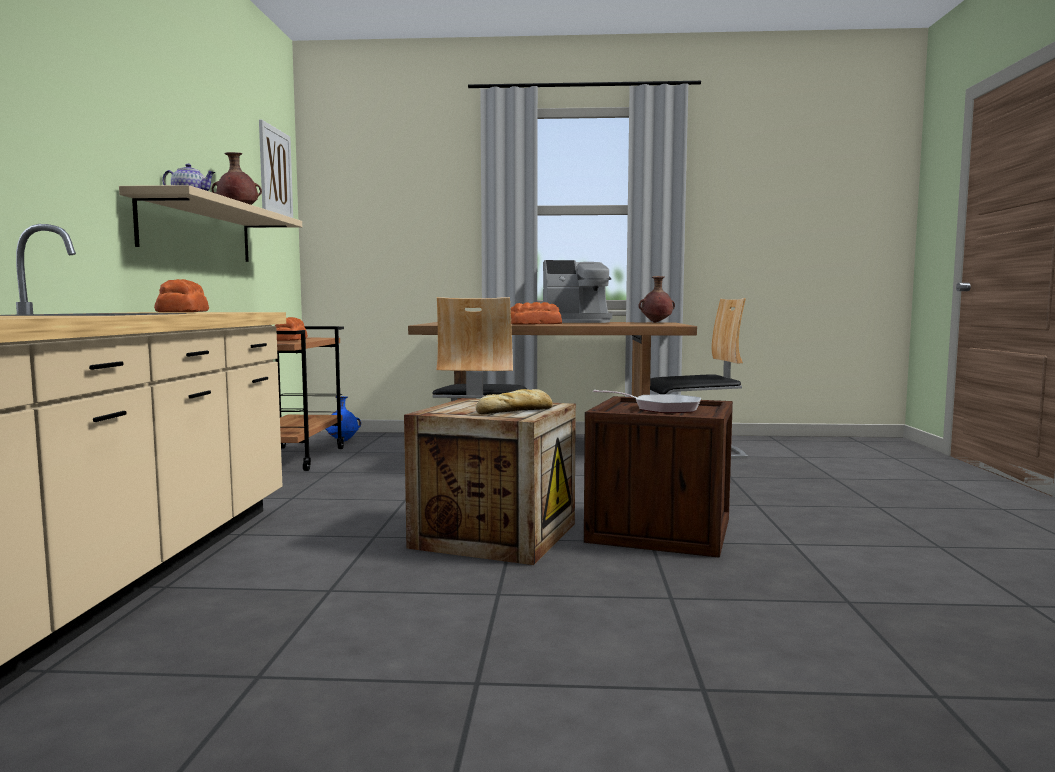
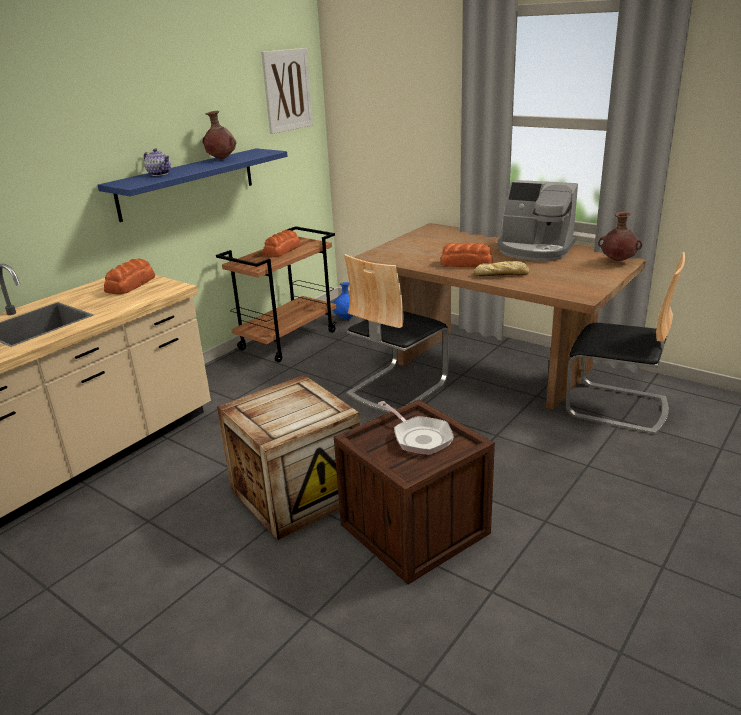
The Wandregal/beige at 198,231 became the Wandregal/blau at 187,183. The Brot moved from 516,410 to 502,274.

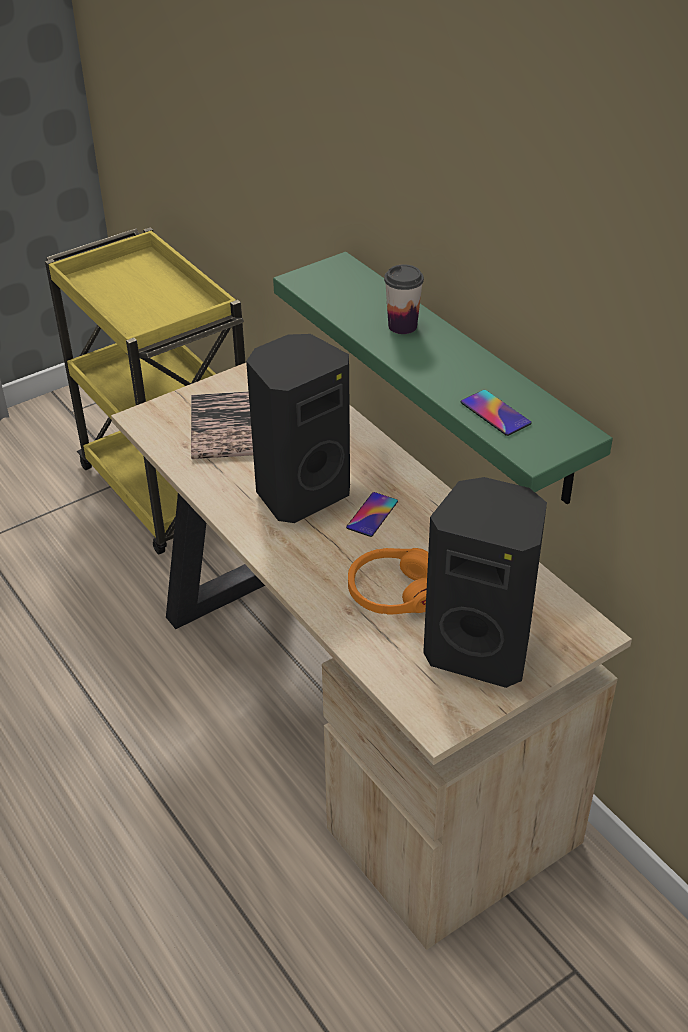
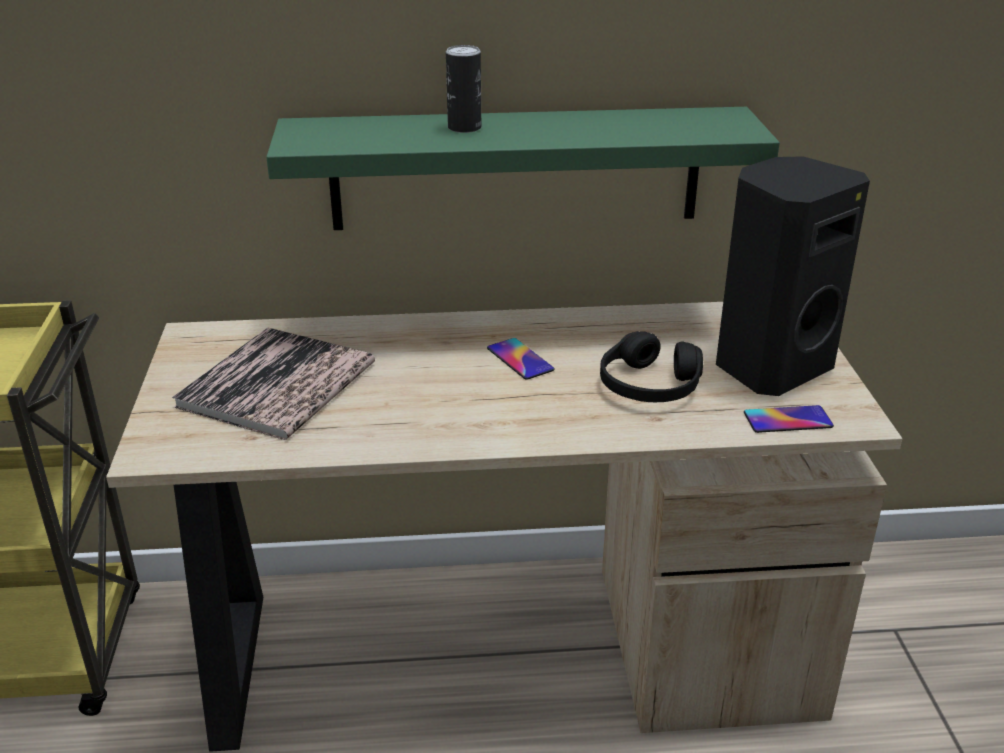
The Tasse at 402,326 was replaced by the Dose at 464,128. The Kopfhörer/orange at 392,592 became the Kopfhörer/schwarz at 649,385. The Handy moved from 495,413 to 787,420. The Lautsprecher/schwarz at 300,493 disappeared.

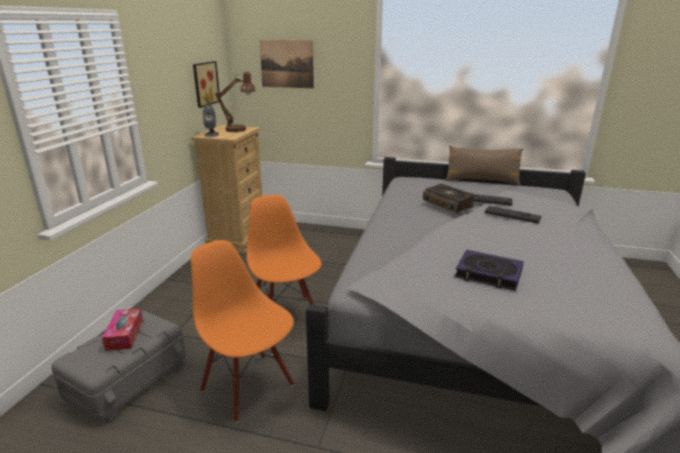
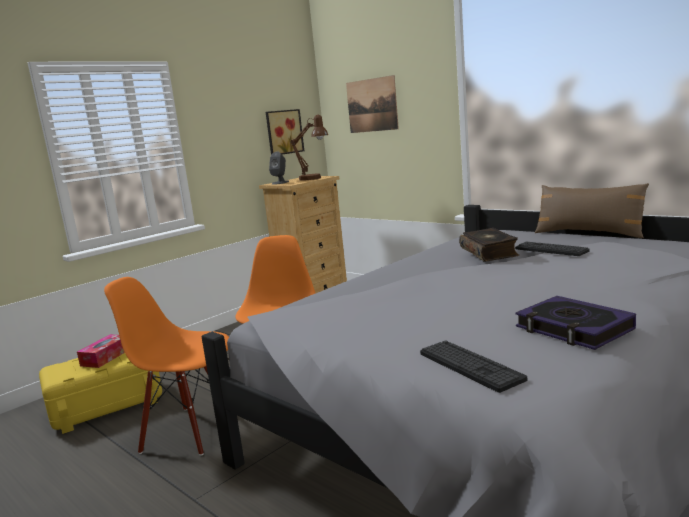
The Aufbewahrungsbox/grau at 128,380 became the Aufbewahrungsbox/gelb at 106,405. The Stuhl/orange at 248,386 turned 60 degrees counterclockwise. The Tastatur moved from 512,215 to 470,366. The Buch moved from 488,274 to 573,329.

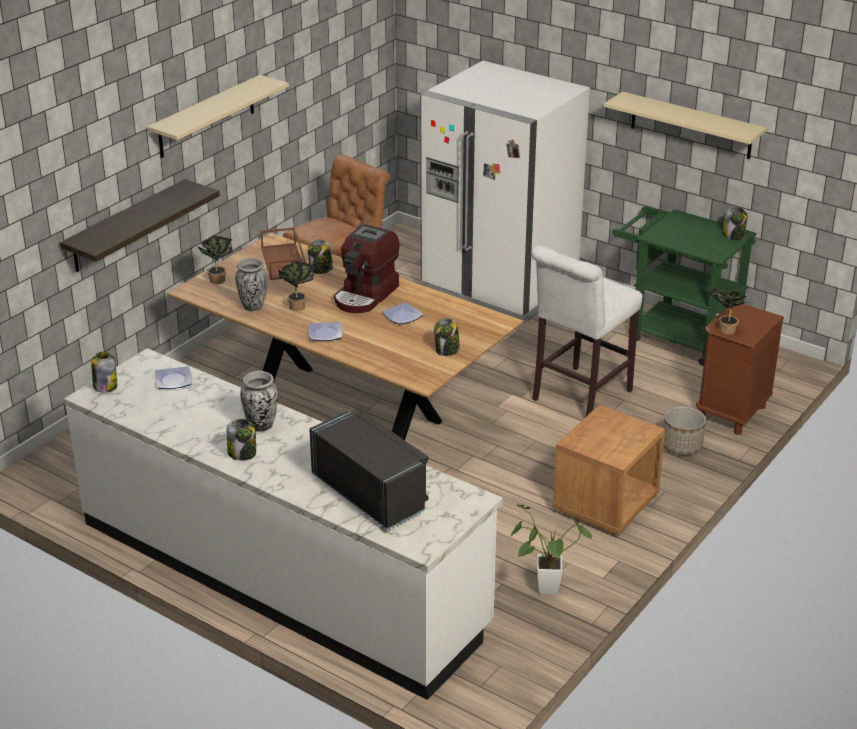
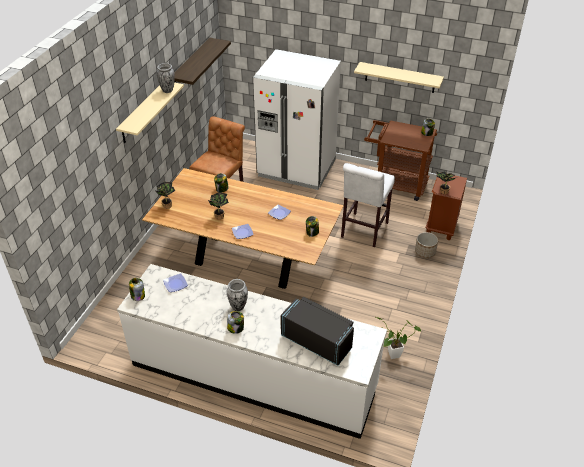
The Vase moved from 253,306 to 167,90. The Wandregal moved from 126,226 to 191,65. The Rollwagen/grün at 675,335 became the Rollwagen/braun at 395,184. The Tablett/braun at 284,262 disappeared. The Kaffeemaschine at 366,295 disappeared. The Nachttisch/braun at 605,505 disappeared.

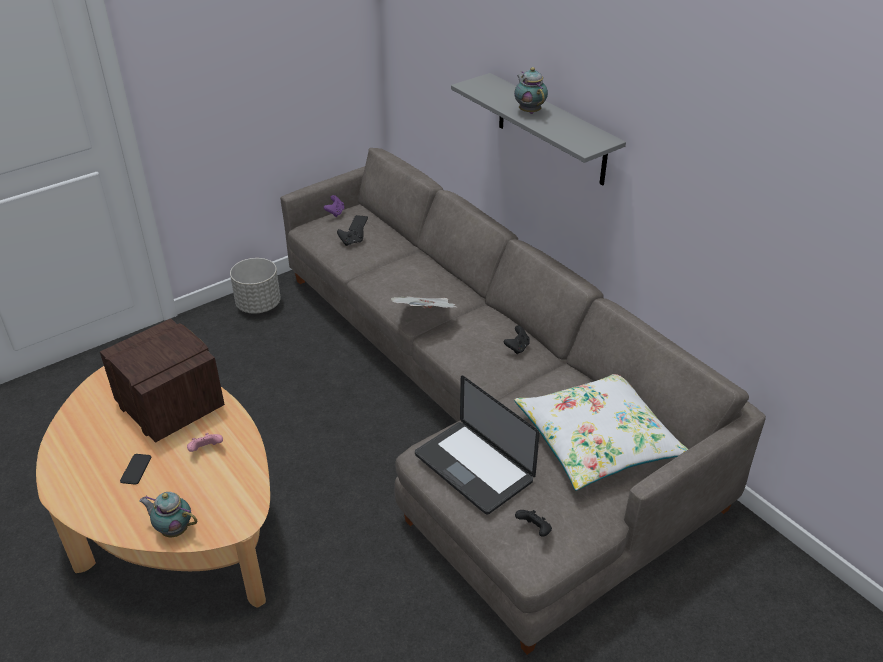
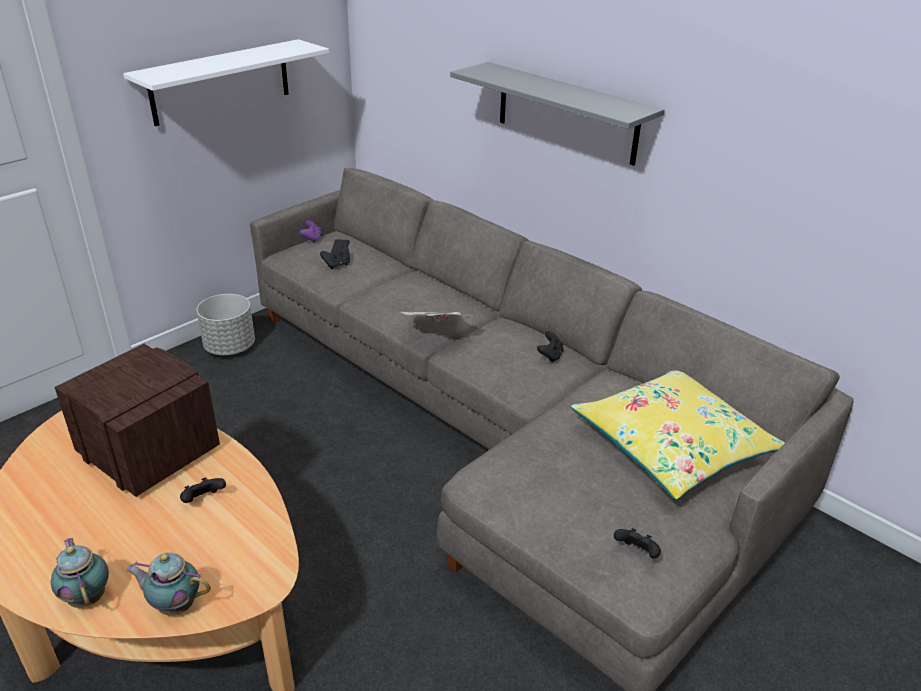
The Teekanne moved from 529,111 to 87,596. The Wandregal/weiß at 221,82 appeared. The Gamepad/rosa at 206,450 became the Gamepad/schwarz at 204,500. The Kissen/weiß at 598,440 became the Kissen/gelb at 672,444. The Handy at 136,469 disappeared. The Laptop at 473,468 disappeared.

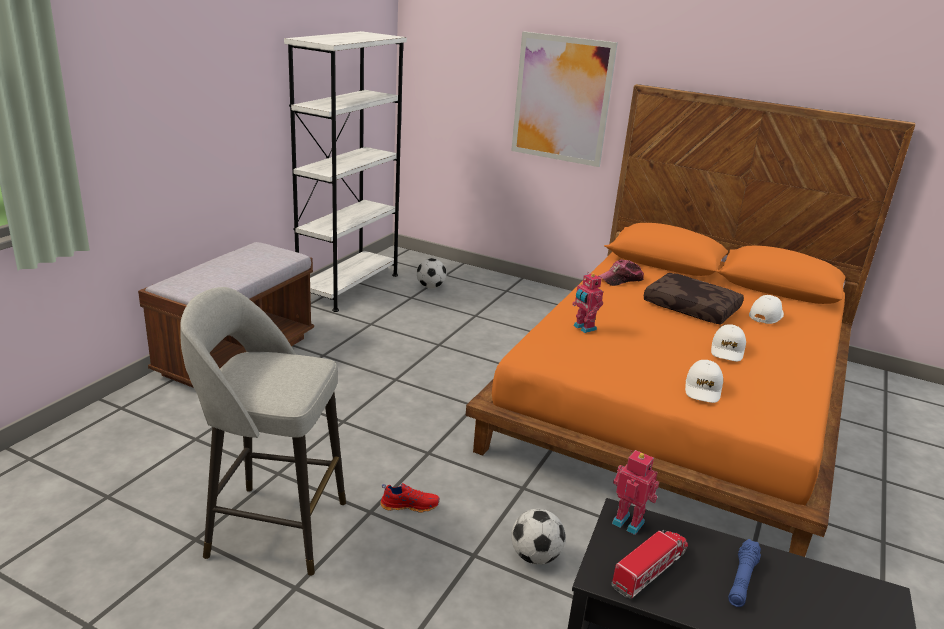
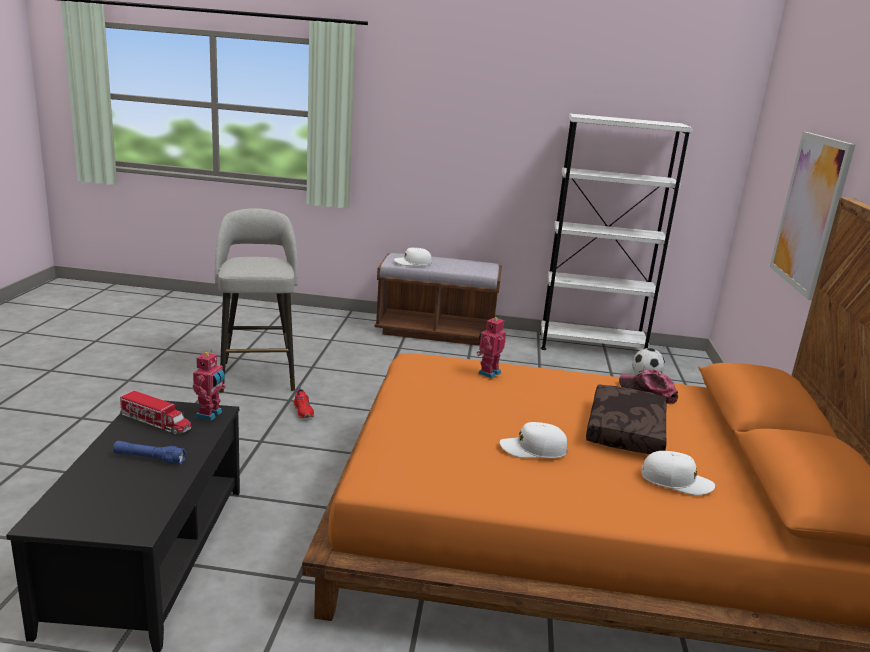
The Kappe/weiß moved from 703,389 to 413,263. The Fußball at 535,556 disappeared.

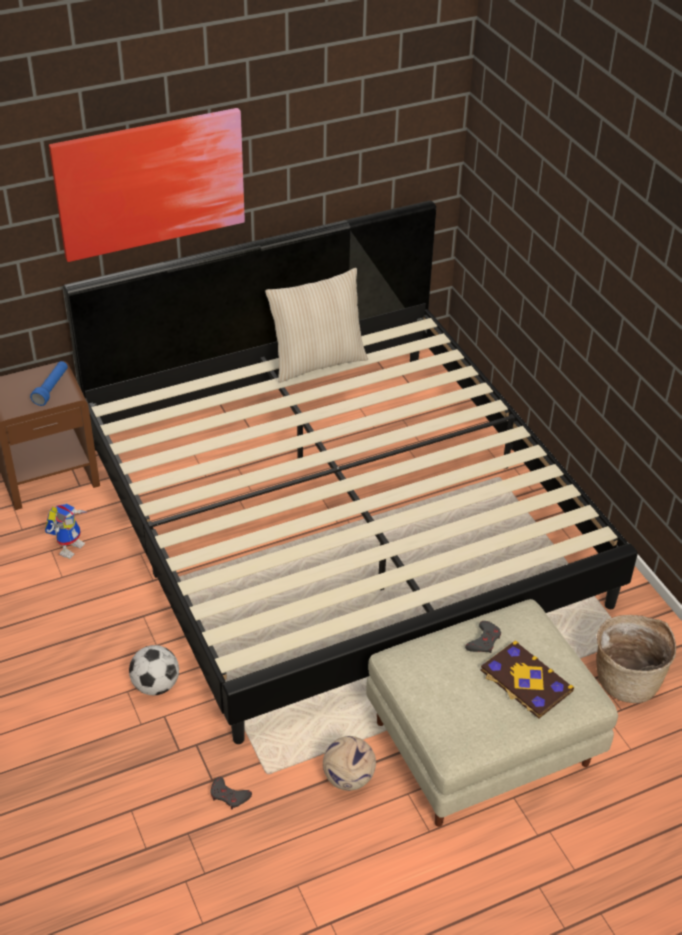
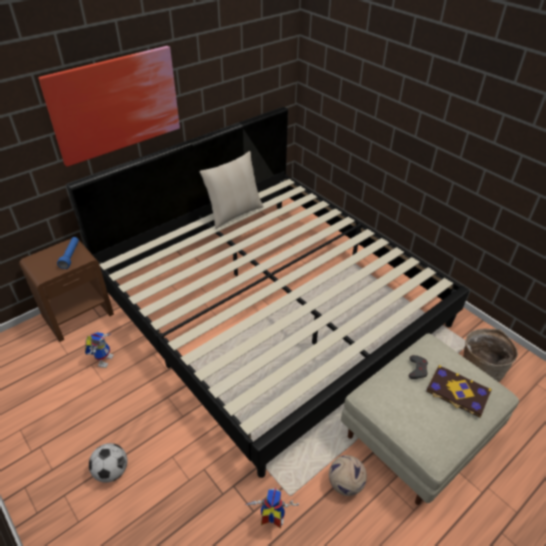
The Fußball moved from 156,685 to 112,471. The Gamepad/grau at 229,796 was replaced by the Spielzeugroboter at 270,521.

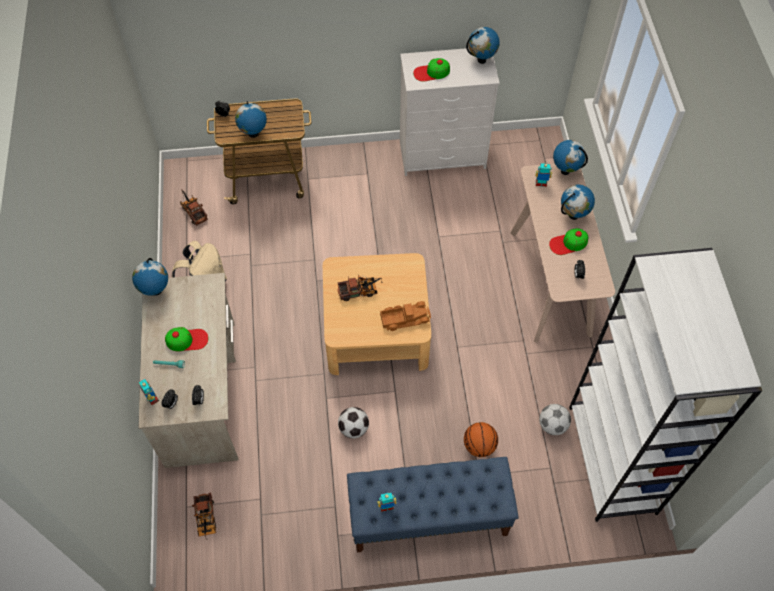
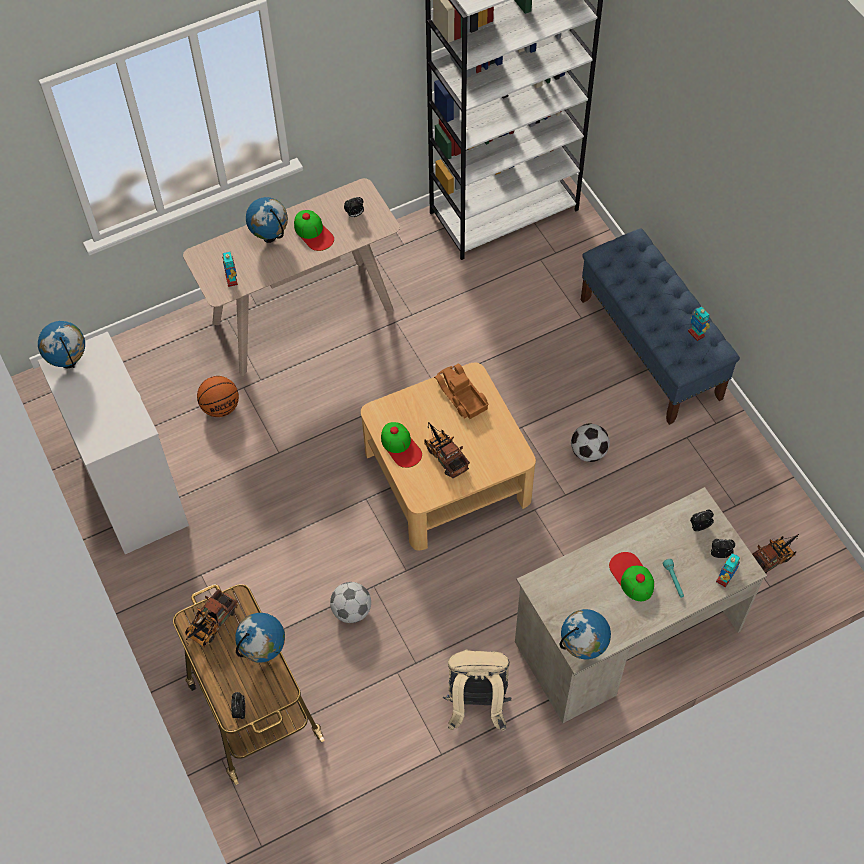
The Spielzeuglaster moved from 193,211 to 210,625. The Basketball moved from 479,446 to 220,407. The Fußball moved from 552,425 to 351,610. The Kappe moved from 431,72 to 401,446. The Globus at 565,170 disappeared.

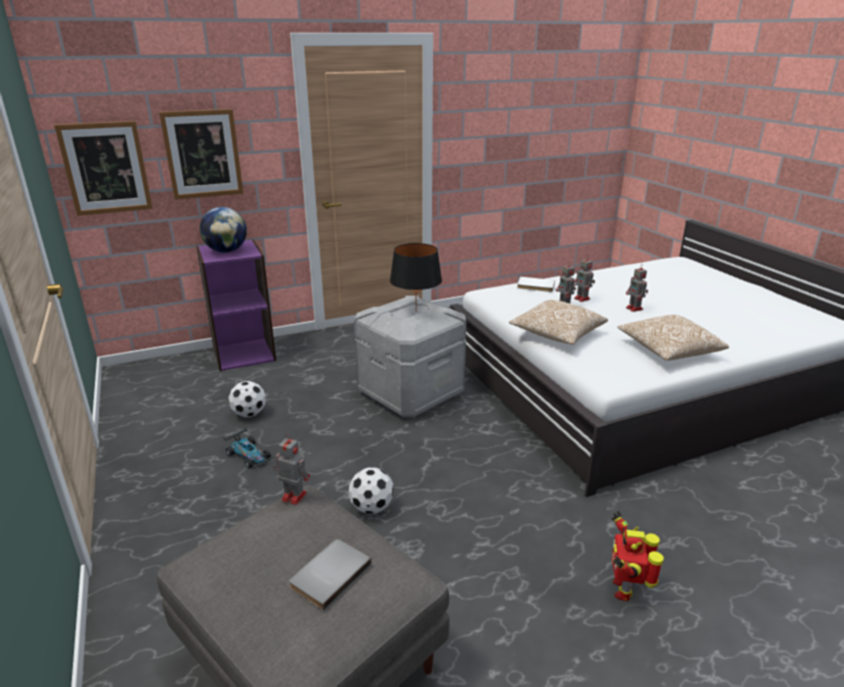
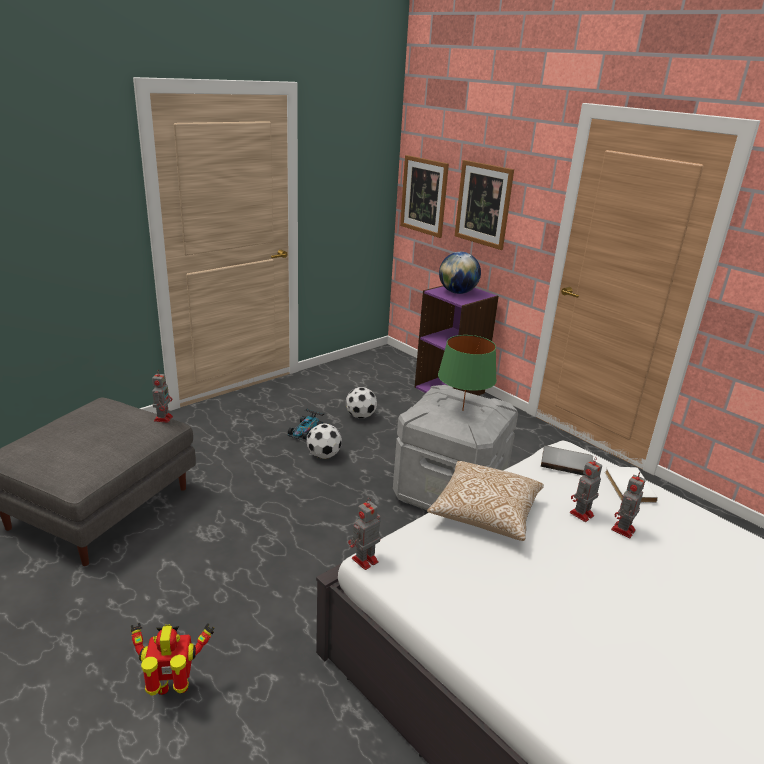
The Fußball moved from 371,507 to 324,455. The Spielzeugroboter moved from 635,309 to 364,561. The Tischlampe/schwarz at 416,311 became the Tischlampe/grün at 462,410. The Buch/grau moved from 328,574 to 566,462. The Kissen at 668,350 disappeared.

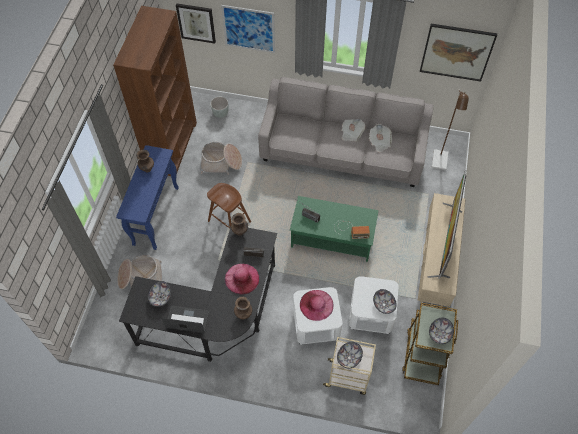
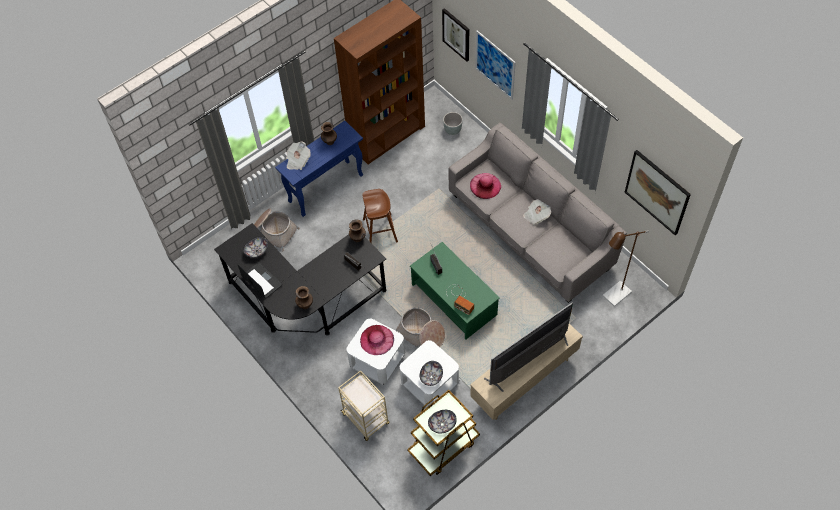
The Zeitung moved from 379,142 to 297,160. The Korb moved from 221,163 to 421,334. The Hut/rosa moved from 242,278 to 485,185. The Schüssel at 348,357 disappeared.

